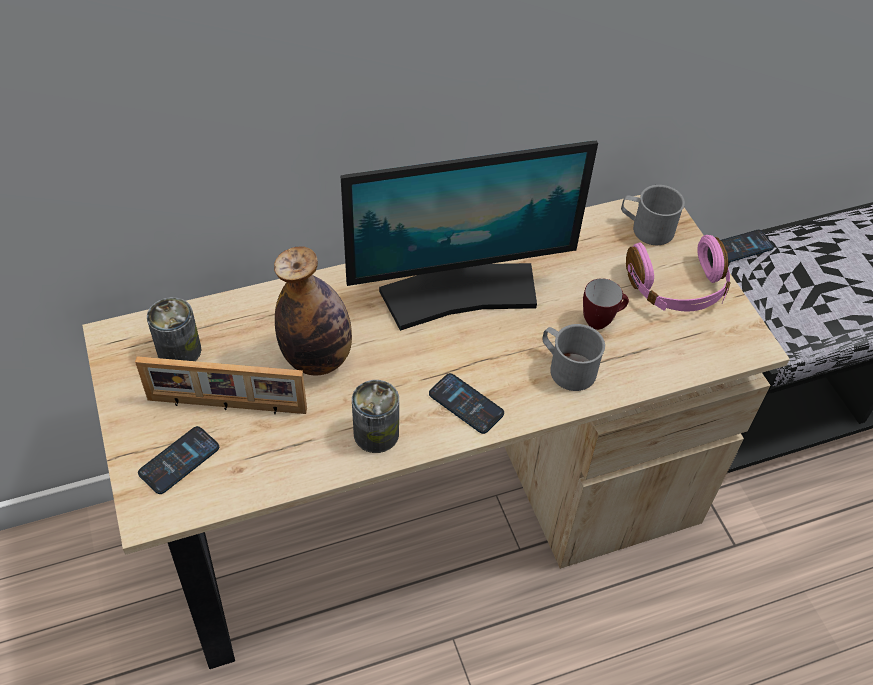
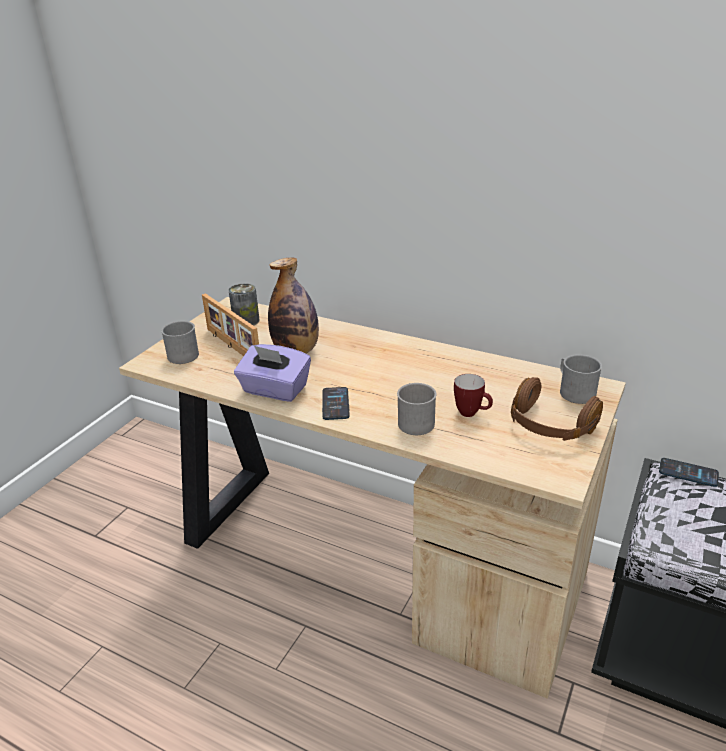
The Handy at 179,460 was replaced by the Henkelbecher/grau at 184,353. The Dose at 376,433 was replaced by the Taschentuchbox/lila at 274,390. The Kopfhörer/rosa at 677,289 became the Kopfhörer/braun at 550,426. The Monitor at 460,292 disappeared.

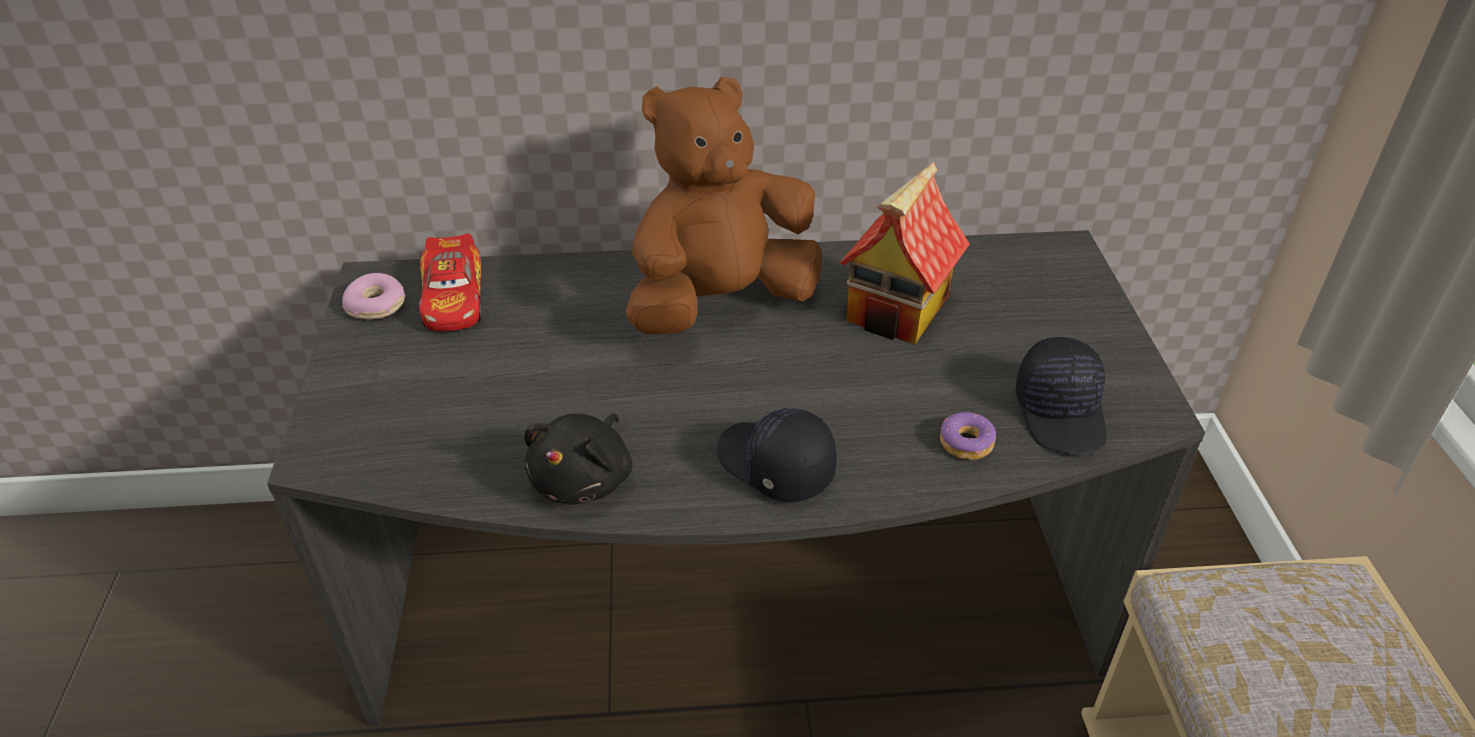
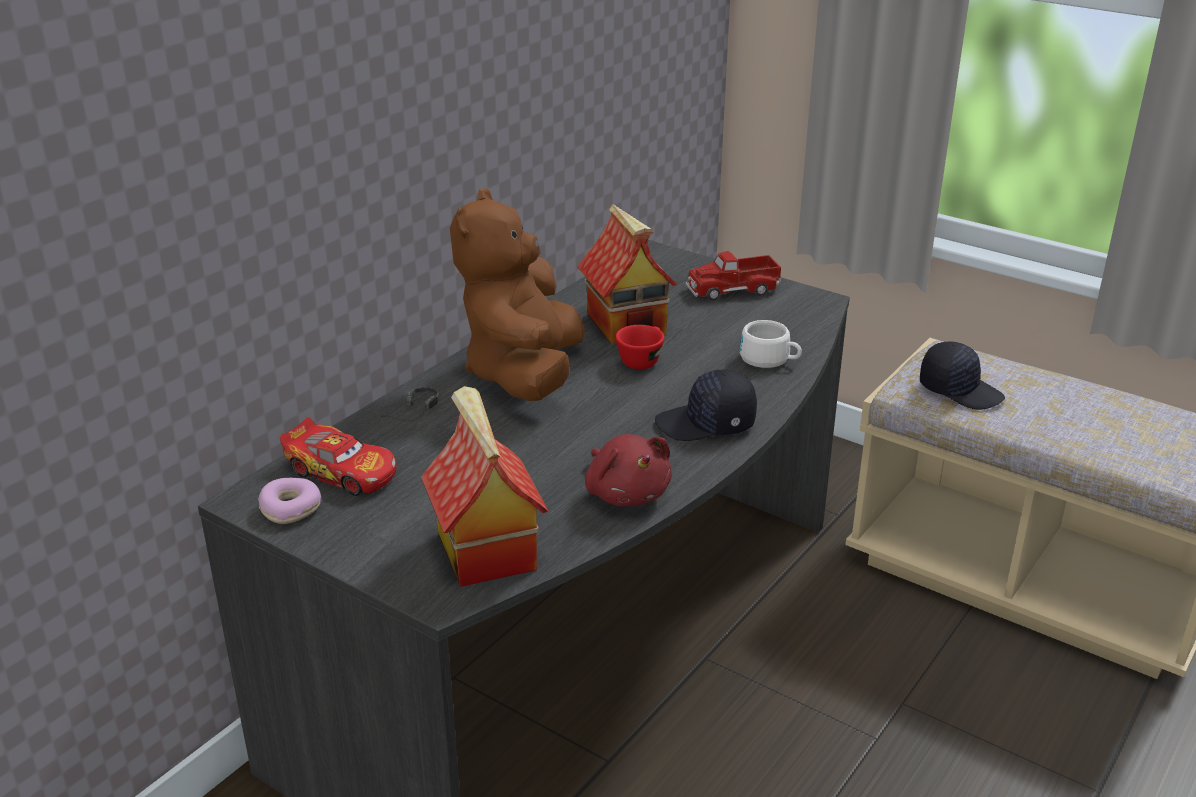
The Kopfhörer at 412,416 appeared. The Spielzeughaus at 484,550 appeared. The Plüschtier/schwarz at 585,479 became the Plüschtier/rot at 626,493. The Tasse/rot at 642,359 appeared. The Spielzeuglaster at 732,289 appeared. The Donut at 966,444 was replaced by the Tasse/weiß at 770,360. The Kappe/schwarz moved from 1061,412 to 960,390.

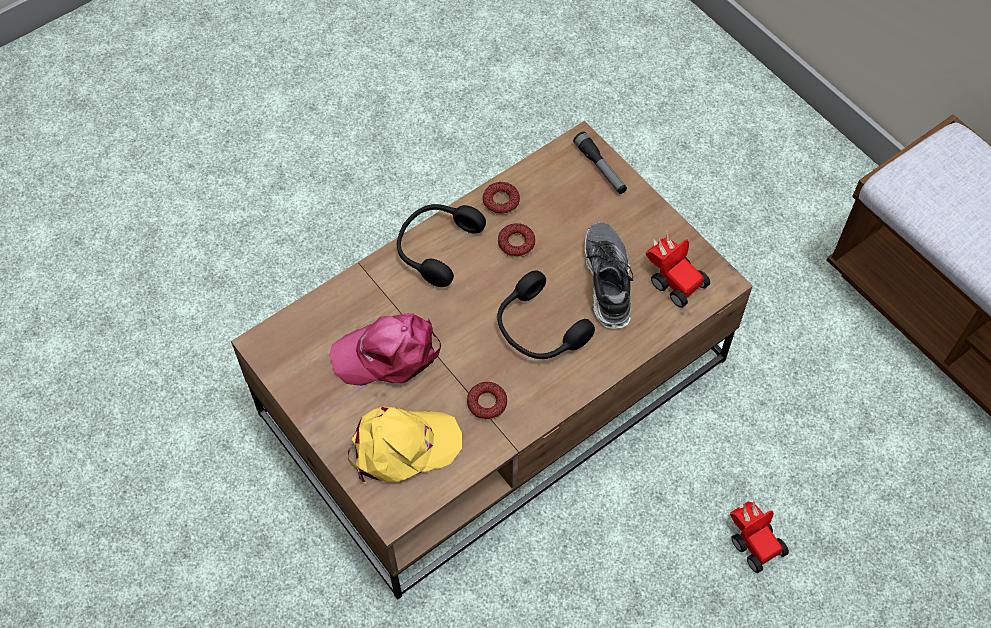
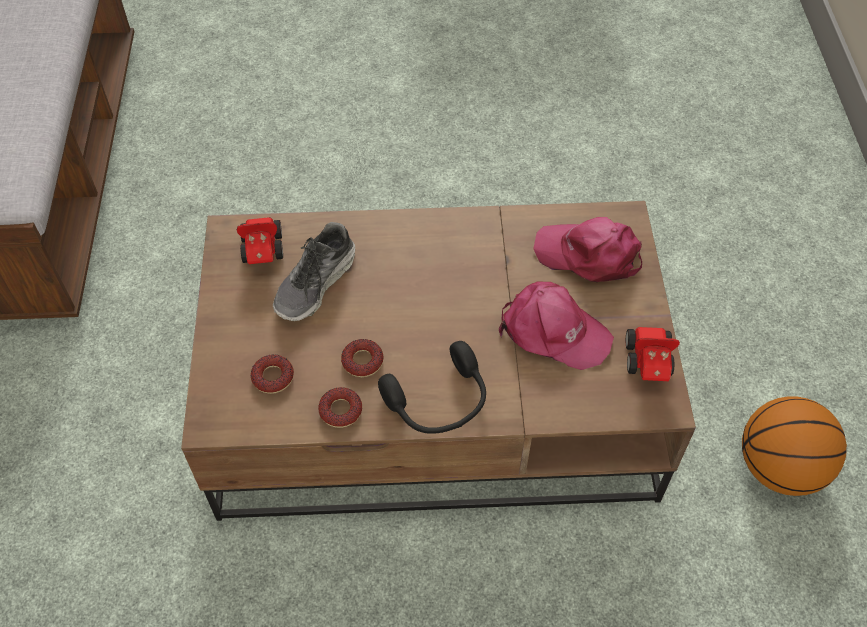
The Donut moved from 487,403 to 273,377. The Kappe/gelb at 402,447 became the Kappe/rosa at 589,255. The Spielzeugauto moved from 752,540 to 648,366. The Basketball at 779,468 appeared. The Kopfhörer/schwarz at 538,329 disappeared. The Taschenlampe at 600,168 disappeared.

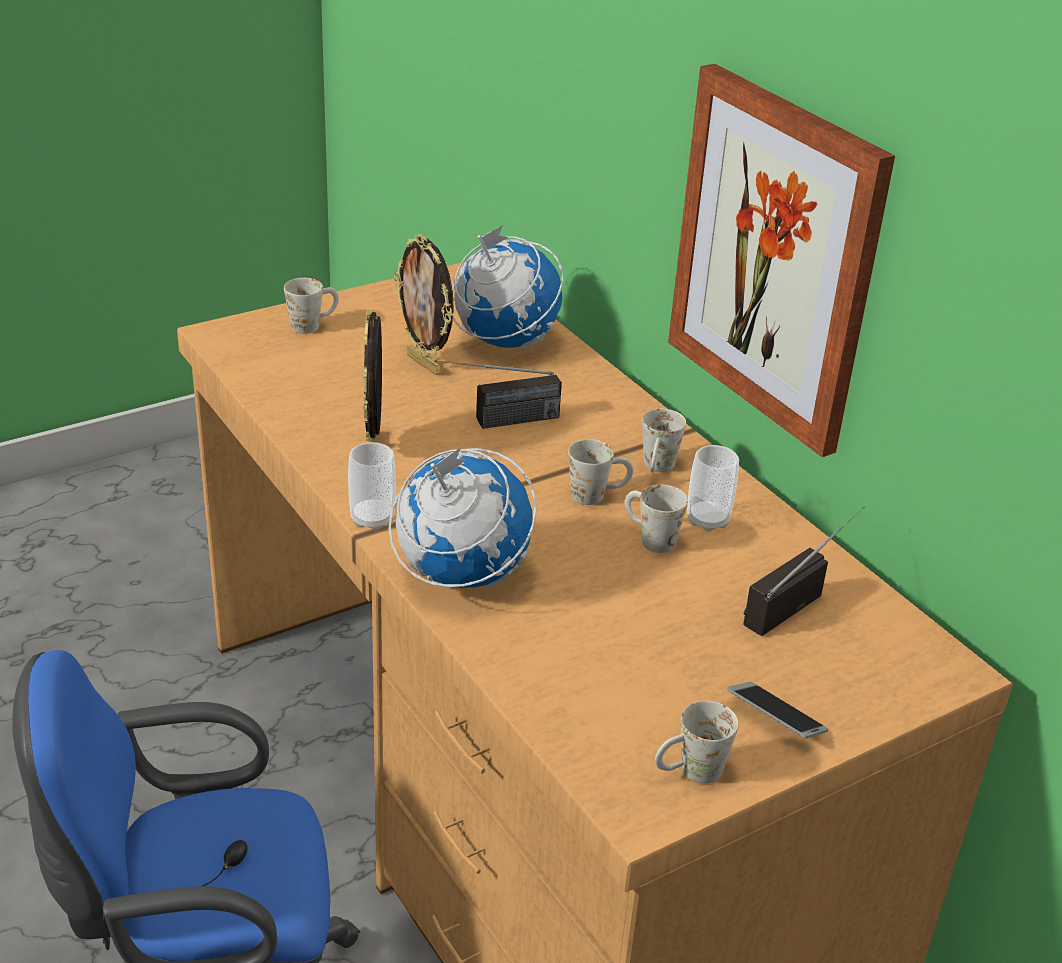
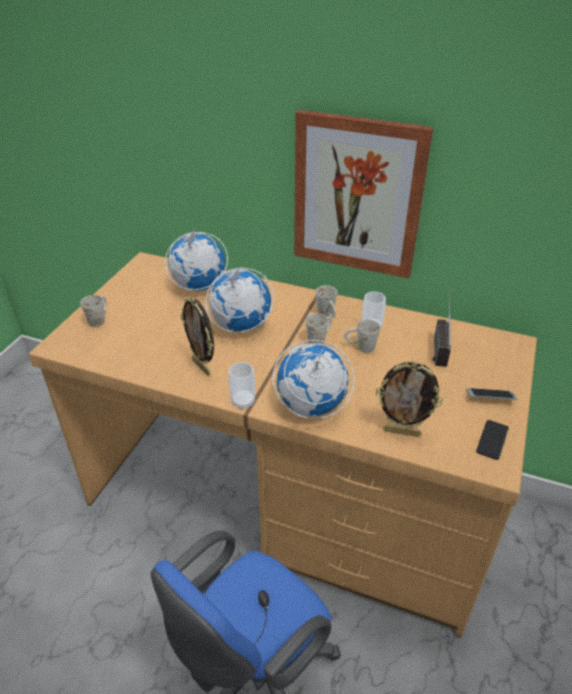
The Radio at 497,422 was replaced by the Globus at 240,326. The Bilderrahmen moved from 425,364 to 402,432. The Henkelbecher/weiß at 689,773 was replaced by the Handy at 492,440.

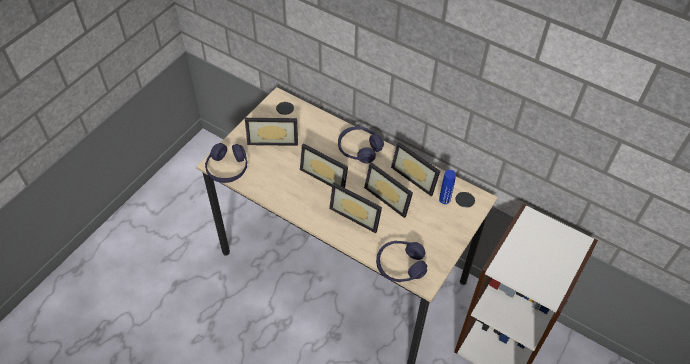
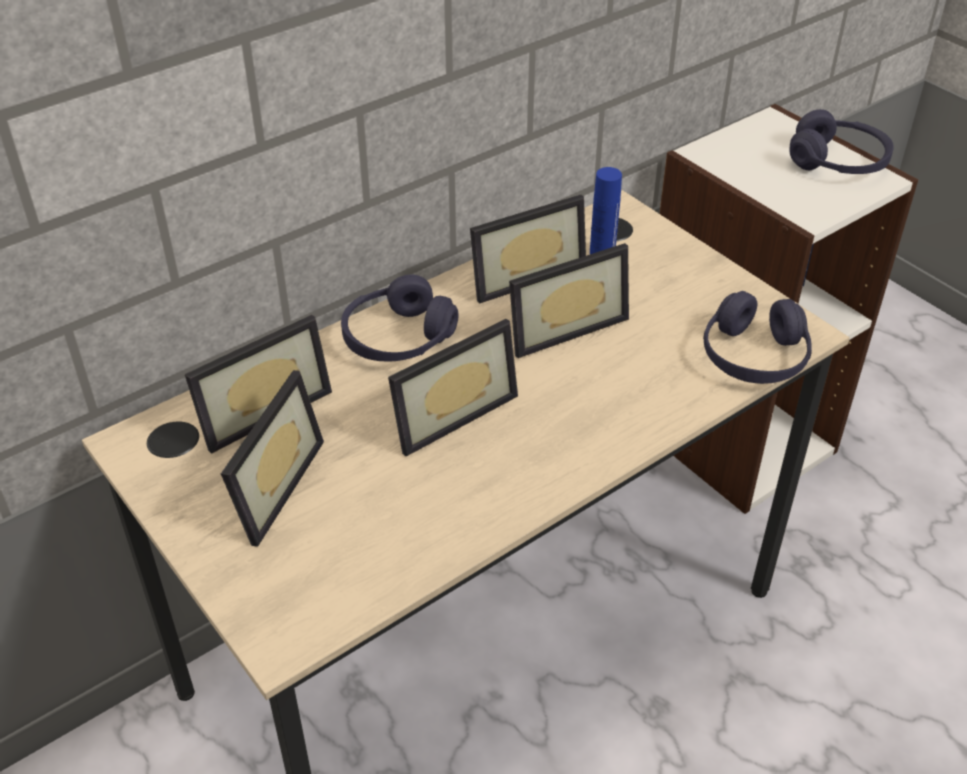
The Bilderrahmen moved from 357,214 to 260,408. The Kopfhörer/lila moved from 227,168 to 837,162.

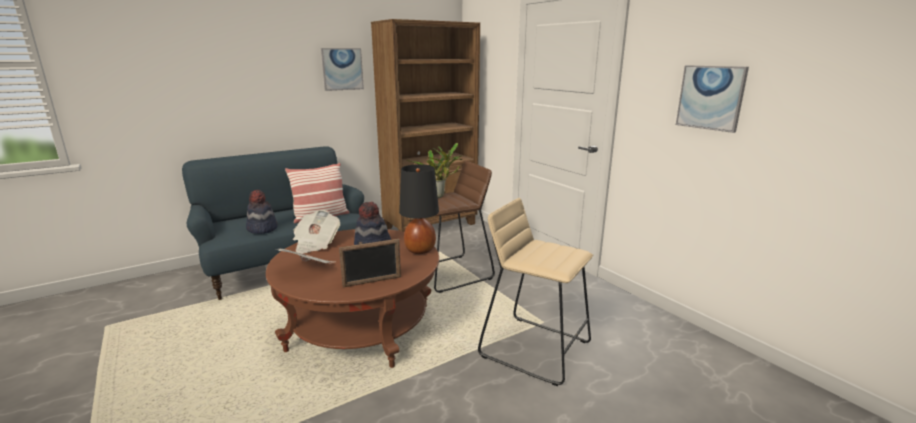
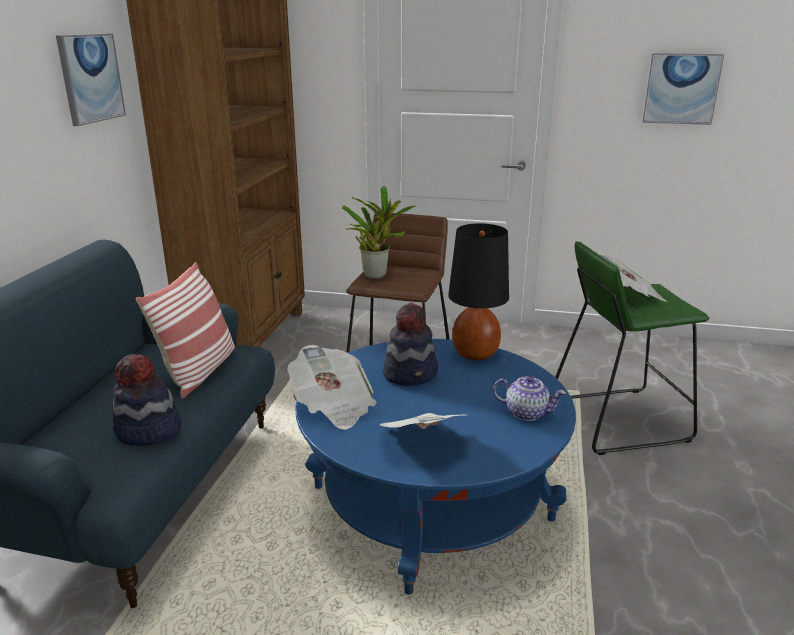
The Couchtisch/braun at 361,327 became the Couchtisch/blau at 431,502. The Bilderrahmen at 372,281 was replaced by the Teekanne at 527,413. The Hocker/beige at 535,348 became the Hocker/grün at 618,419. The Zeitung at 629,295 appeared.

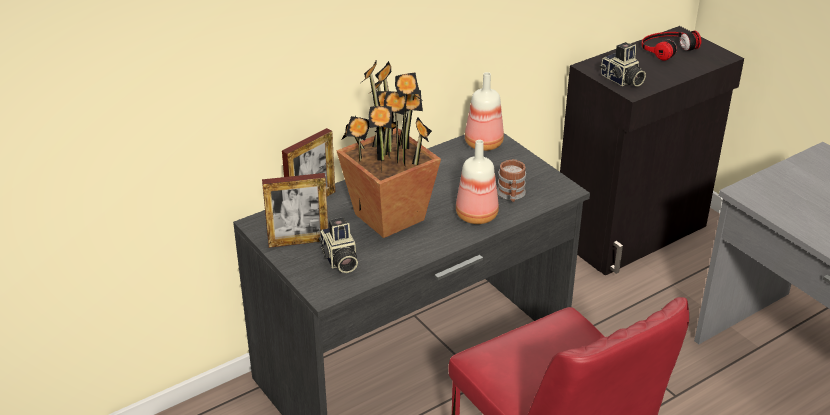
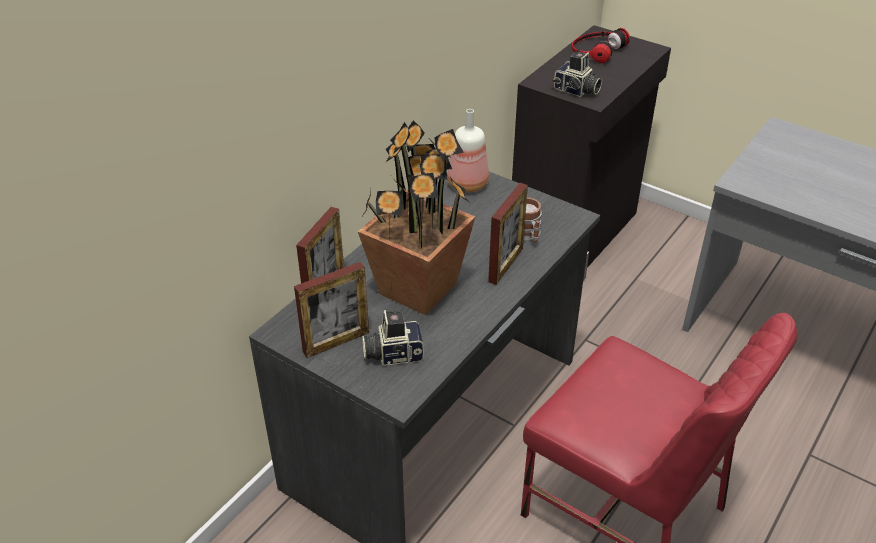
The Kamera at 339,260 turned 120 degrees clockwise. The Flasche at 476,214 was replaced by the Bilderrahmen at 505,265.

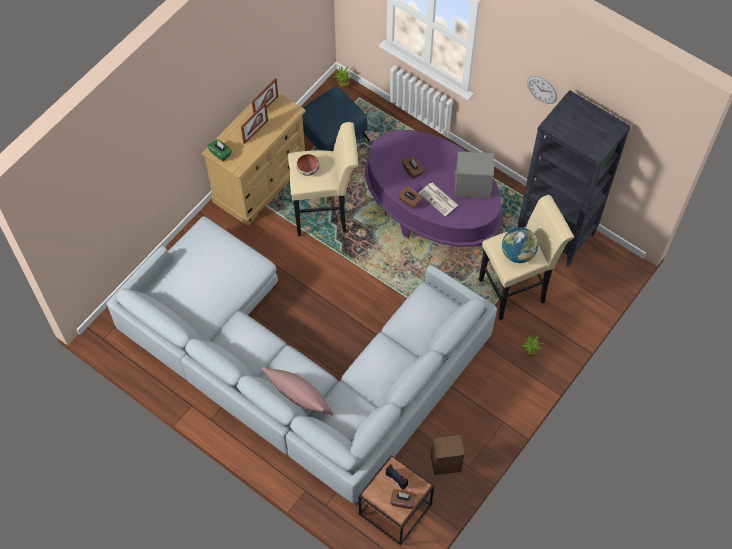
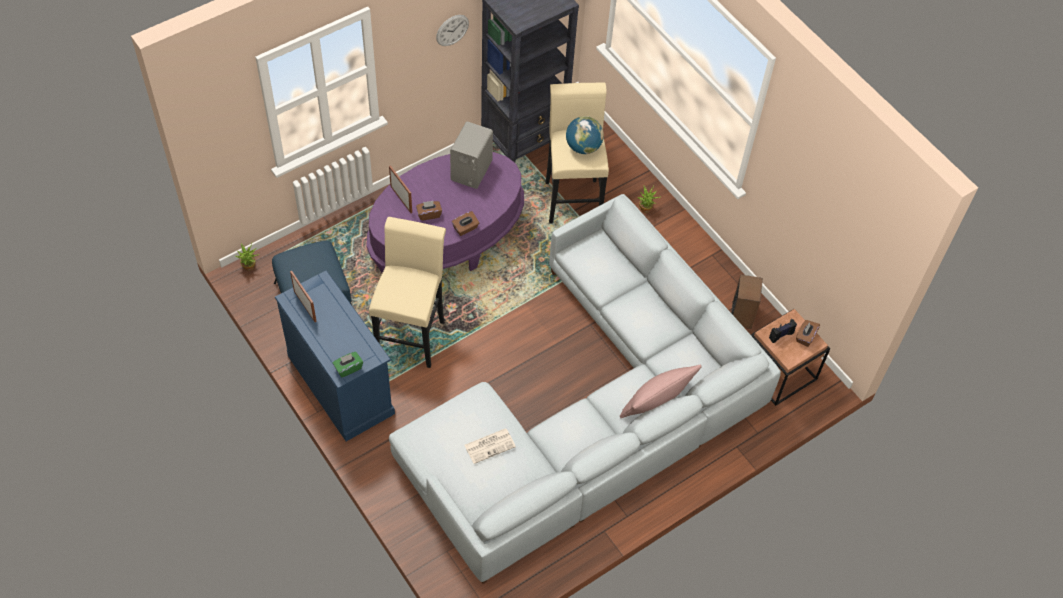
The Kommode/beige at 261,181 became the Kommode/blau at 341,384. The Bilderrahmen moved from 255,131 to 401,199. The Zeitung moved from 439,199 to 490,445. The Schüssel at 308,169 disappeared.

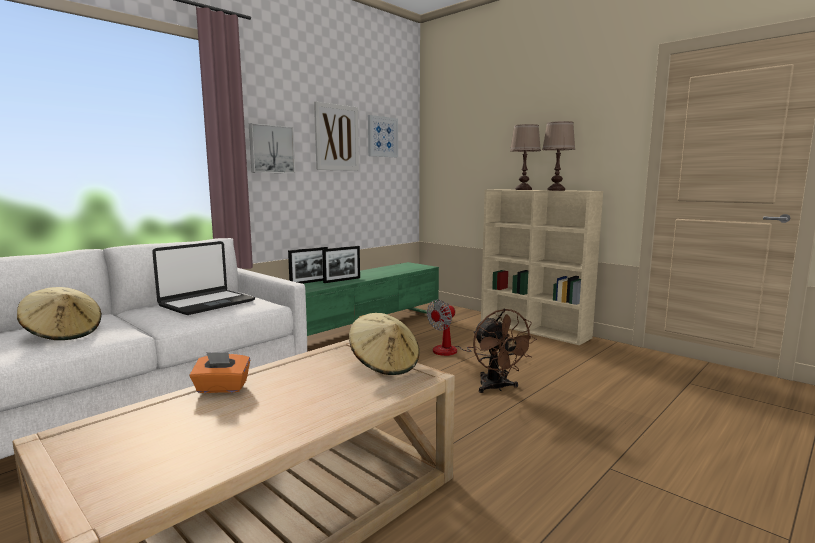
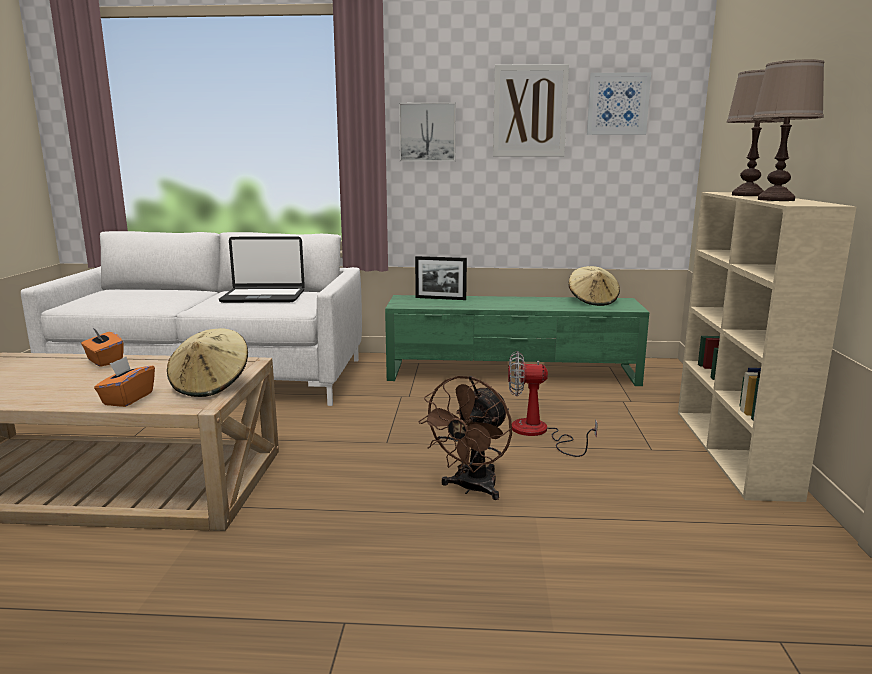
The Taschentuchbox/orange at 127,399 appeared. The Hut/beige moved from 63,334 to 593,301. The Bilderrahmen at 342,280 disappeared.

